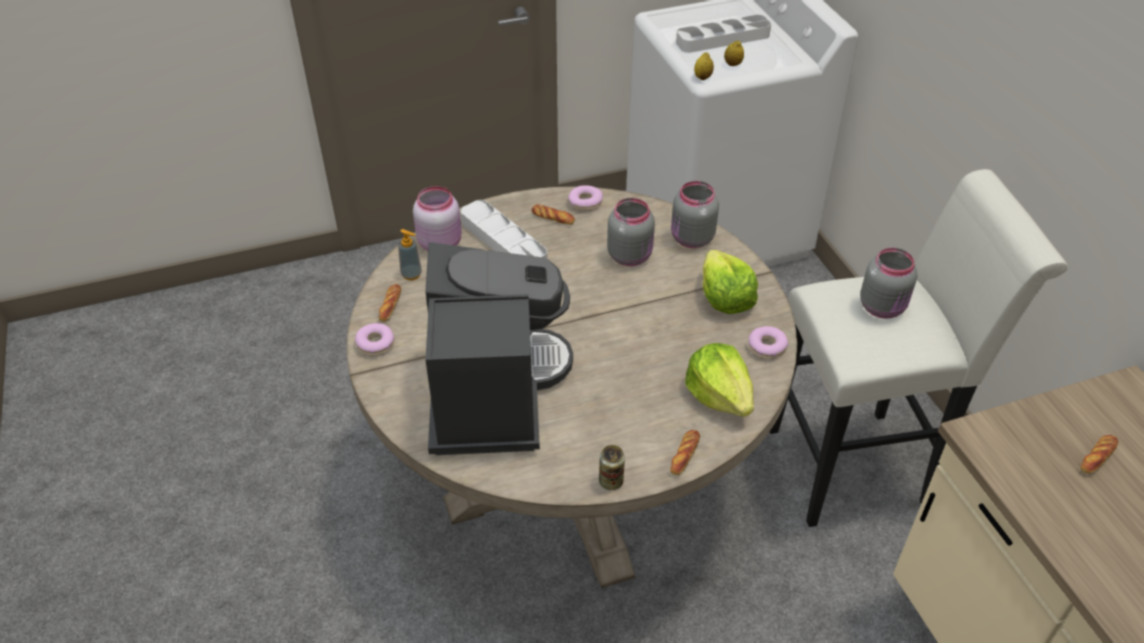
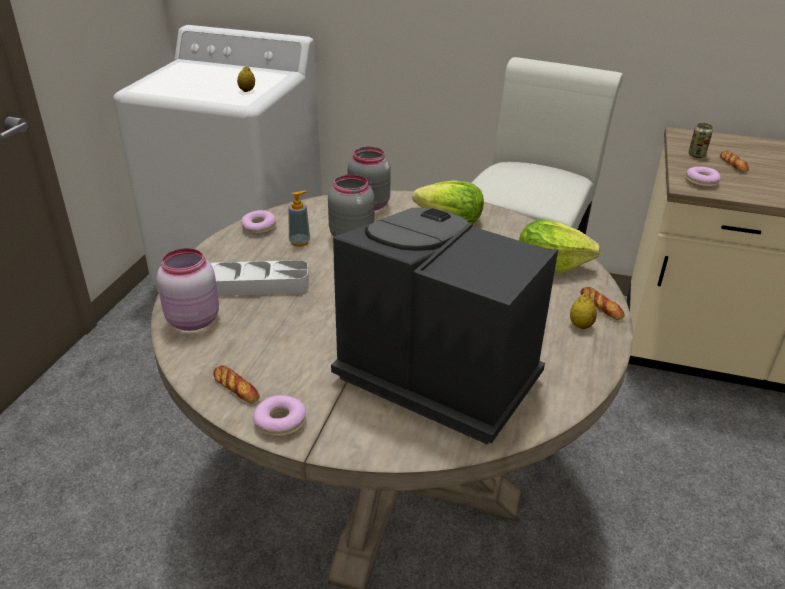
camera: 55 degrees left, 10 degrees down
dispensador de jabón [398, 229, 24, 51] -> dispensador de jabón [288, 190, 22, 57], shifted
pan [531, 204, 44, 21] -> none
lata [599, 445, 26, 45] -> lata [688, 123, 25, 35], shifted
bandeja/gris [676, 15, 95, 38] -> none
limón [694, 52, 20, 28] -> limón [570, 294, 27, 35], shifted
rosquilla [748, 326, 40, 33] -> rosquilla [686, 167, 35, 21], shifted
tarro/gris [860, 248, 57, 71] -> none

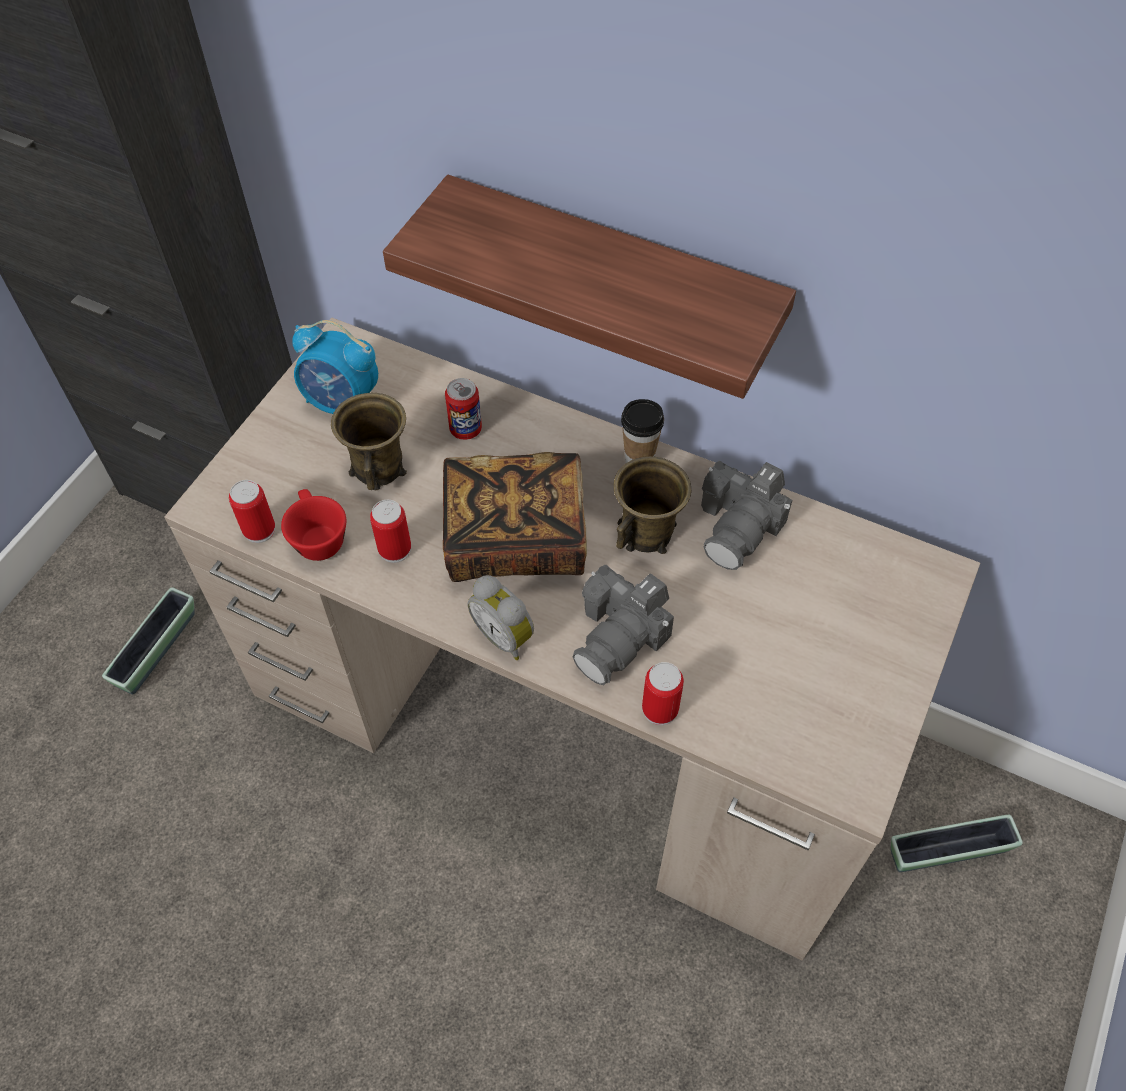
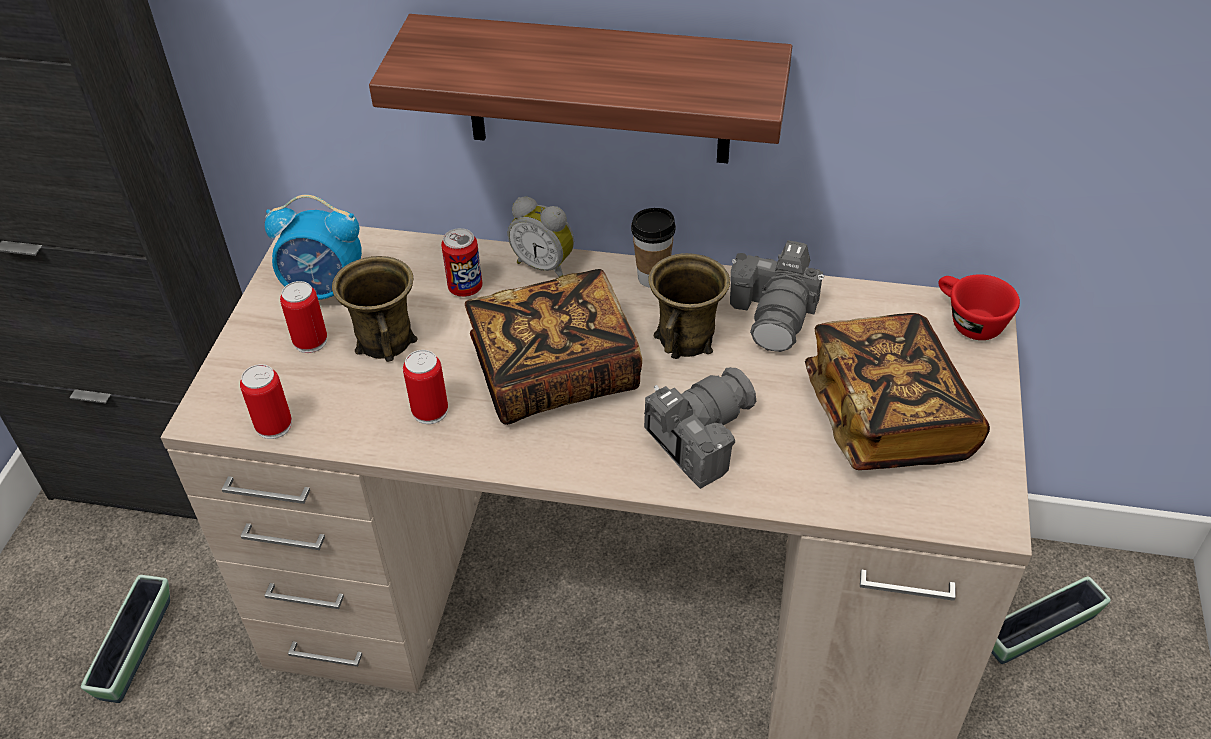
camera: 15 degrees left, 10 degrees down
taza/rojo [281, 489, 65, 72] -> taza/rojo [938, 274, 82, 66], shifted
despertador [468, 575, 66, 85] -> despertador [508, 197, 66, 80], shifted
cámara [573, 565, 101, 120] -> cámara [644, 367, 112, 122], 150 degrees counterclockwise
lata [642, 662, 42, 63] -> lata [280, 281, 47, 72], shifted
none -> libro [805, 313, 185, 157]

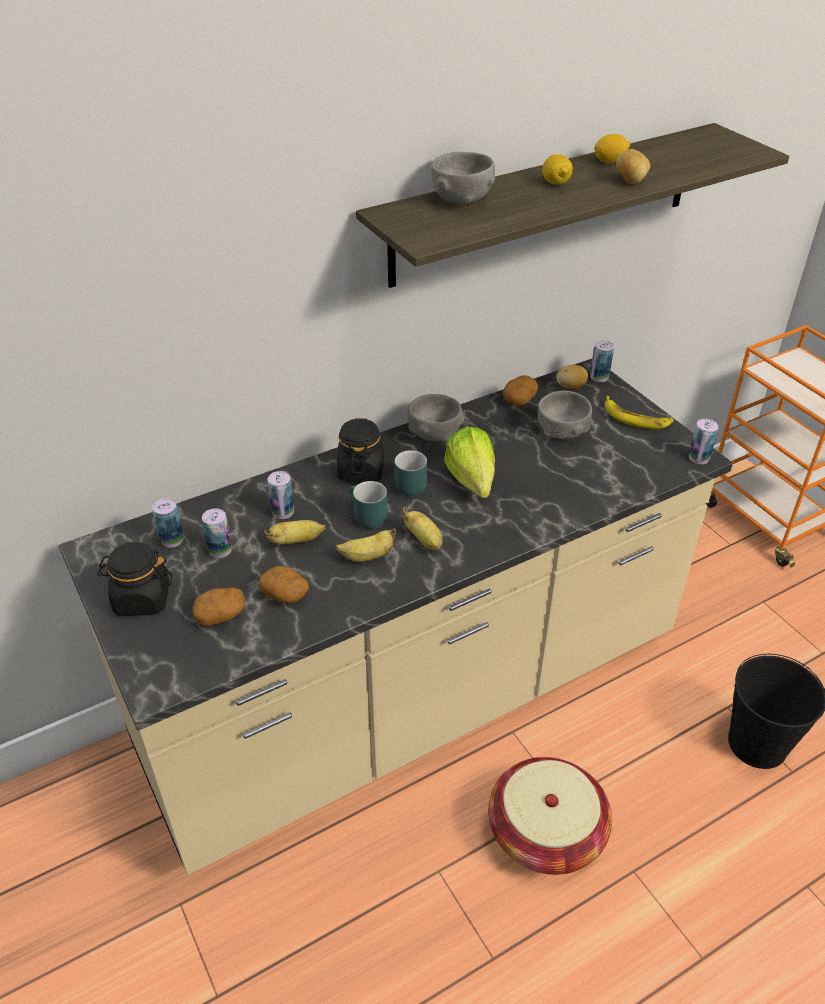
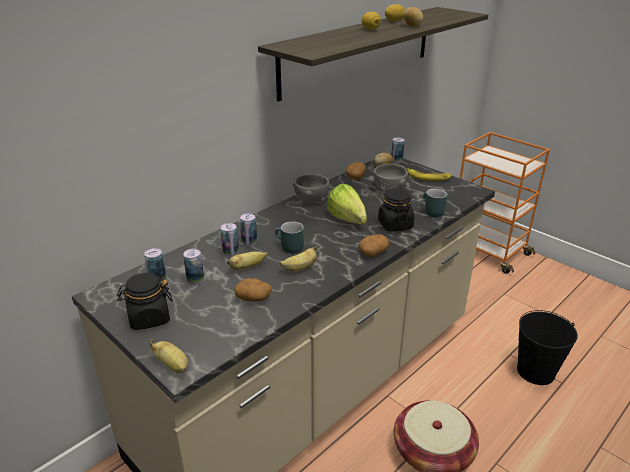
camera: 15 degrees left, 10 degrees down
patata [192, 588, 53, 38] -> patata [358, 234, 31, 23], shifted
tarro/negro [337, 418, 47, 65] -> tarro/negro [378, 188, 36, 44], shifted
taza grande/turquesa [394, 450, 33, 47] -> taza grande/turquesa [423, 189, 25, 28], shifted
plátano [402, 507, 41, 43] -> plátano [149, 339, 40, 34], shifted
cuenco/gris [431, 152, 64, 52] -> none
lata [689, 419, 30, 45] -> lata [240, 213, 17, 34], shifted

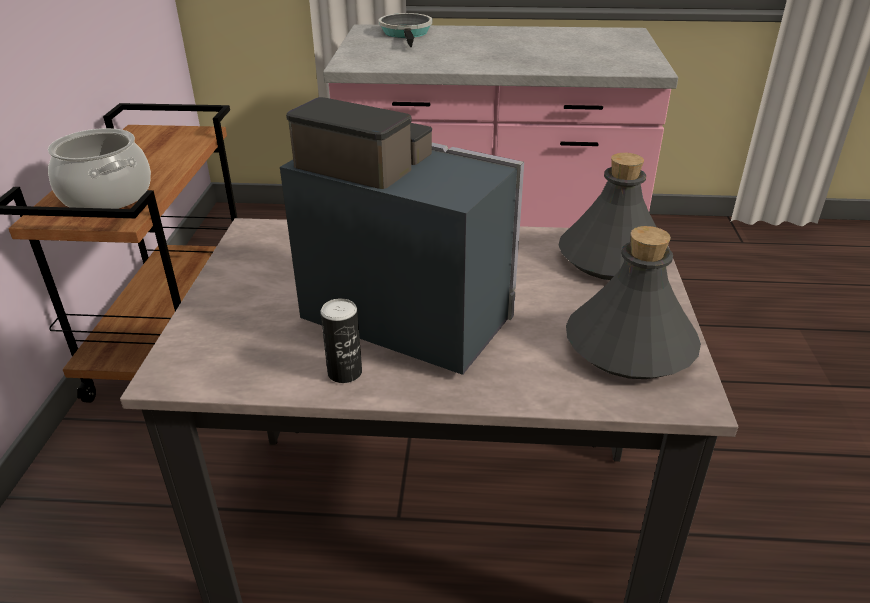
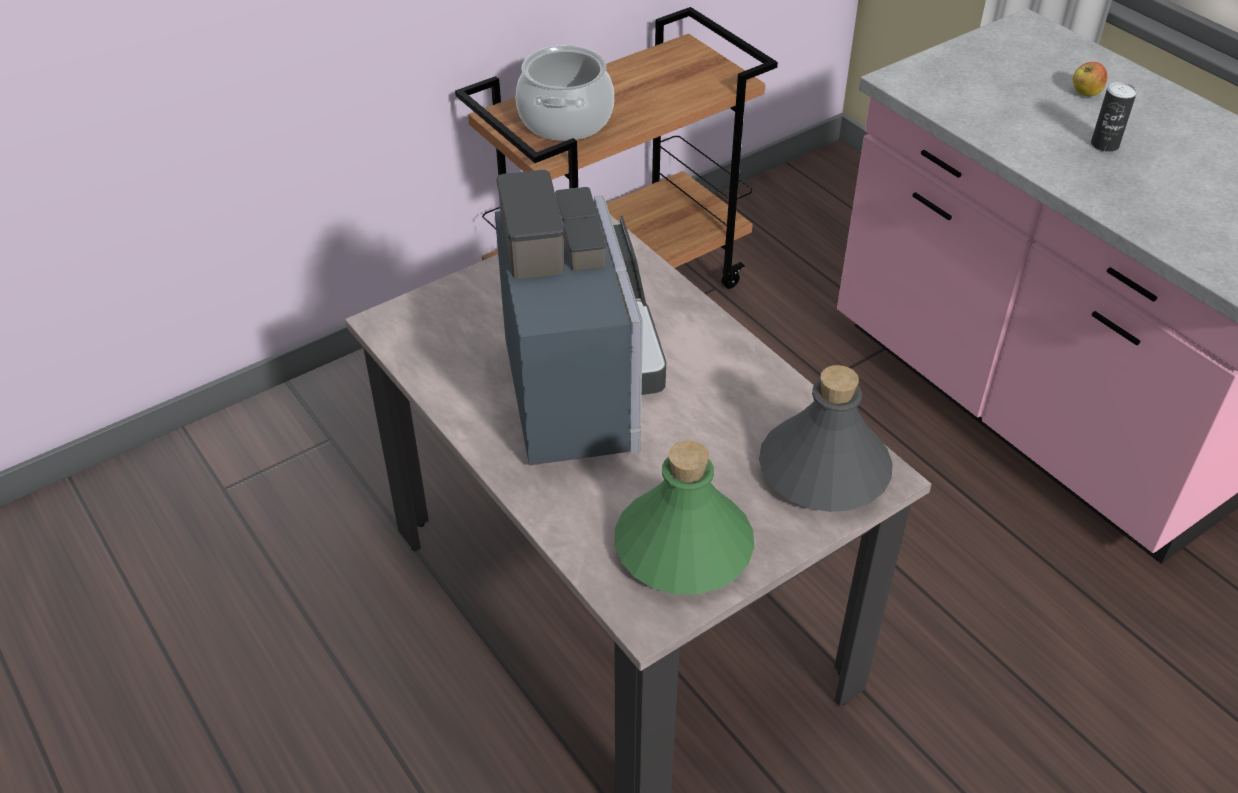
camera: 50 degrees right, 10 degrees up
lata [321, 298, 41, 85] -> lata [1091, 82, 46, 70], shifted
sartén [379, 13, 53, 34] -> none
botella/gris [566, 226, 135, 153] -> botella/verde [614, 441, 140, 153]
none -> manzana [1073, 62, 35, 34]

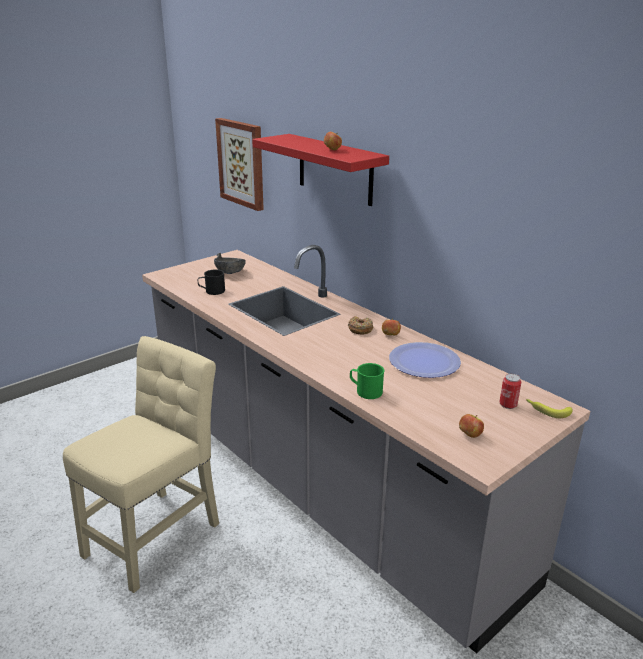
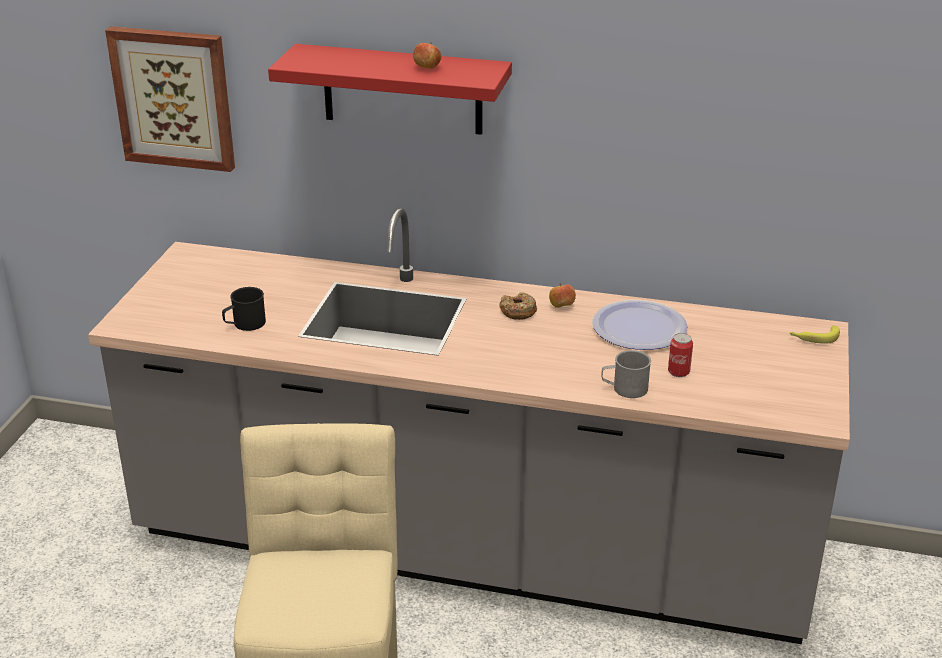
camera: 35 degrees left, 5 degrees up
cuenco/gris [214, 253, 32, 21] -> none
taza grande/verde [350, 363, 34, 36] -> taza grande/gris [602, 350, 49, 48]
manzana [459, 414, 25, 24] -> none
lata [499, 374, 22, 35] -> lata [668, 333, 25, 44], shifted

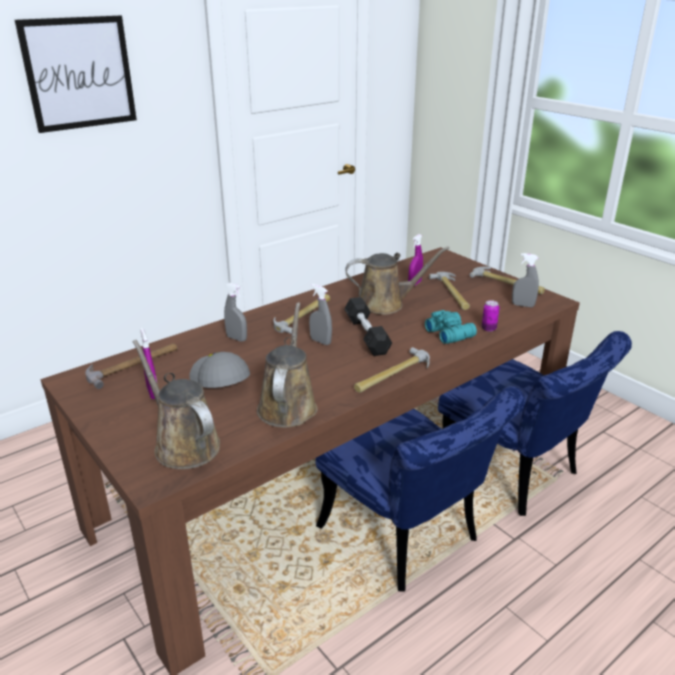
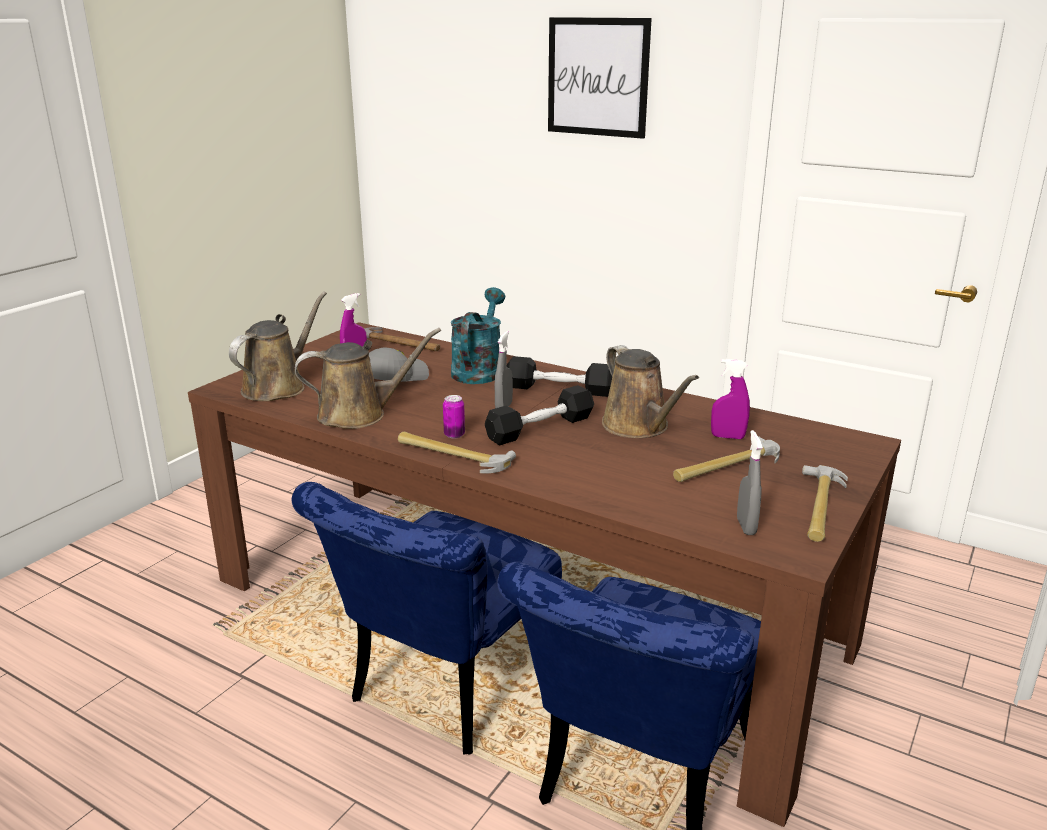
camera: 70 degrees right, 5 degrees down
pulverizador/gris [224, 283, 23, 58] -> regadera/turquesa [451, 287, 54, 97]
martillo [273, 294, 57, 40] -> mancuerna/negro [506, 356, 106, 41]
prismáticos/turquesa [425, 310, 52, 34] -> none
lata [482, 300, 17, 32] -> lata [443, 395, 22, 43], shifted

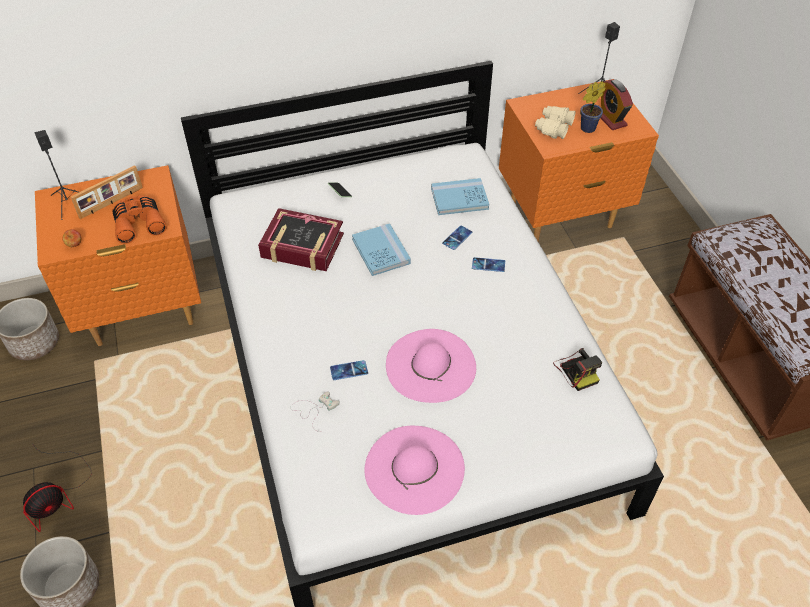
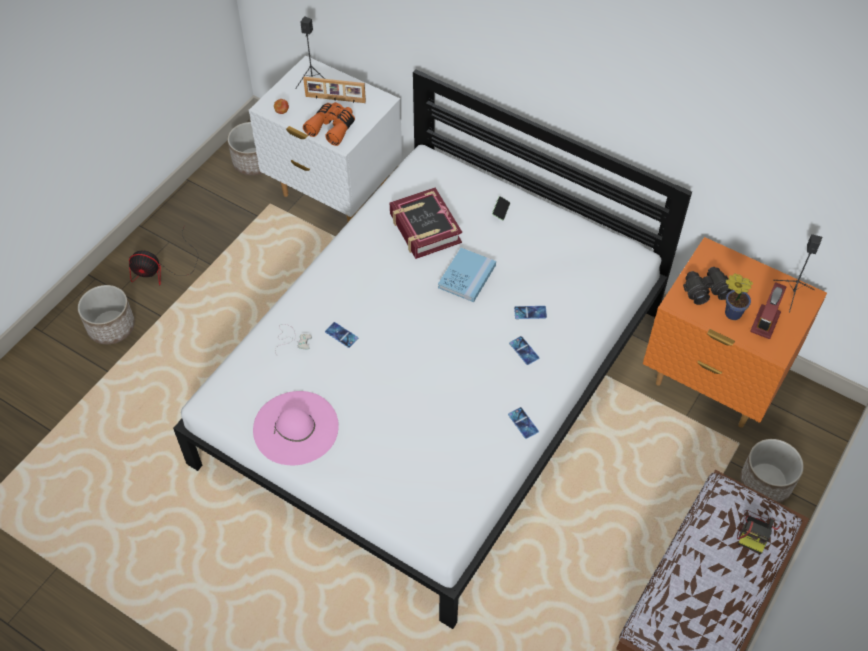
camera: 50 degrees right, 5 degrees up
mesita de noche/naranja [35, 165, 166, 181] -> mesita de noche/blanco [249, 55, 153, 167]
sombrero/rosa [386, 329, 90, 74] -> none
libro/azul [431, 178, 59, 37] -> none
prismáticos/beis [535, 106, 41, 33] -> prismáticos/negro [683, 267, 49, 38]
cámara [553, 348, 50, 43] -> cámara [737, 510, 44, 44], shifted
none -> móvil [508, 407, 31, 32]
none -> maceta [741, 439, 63, 64]

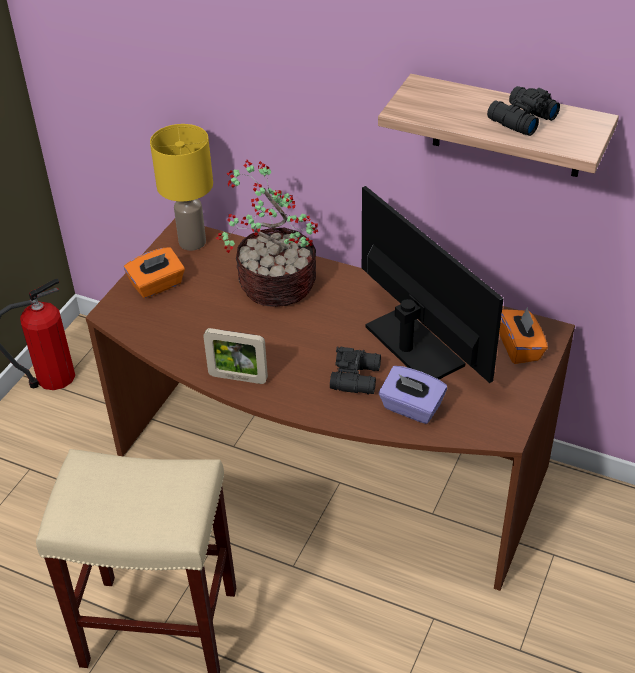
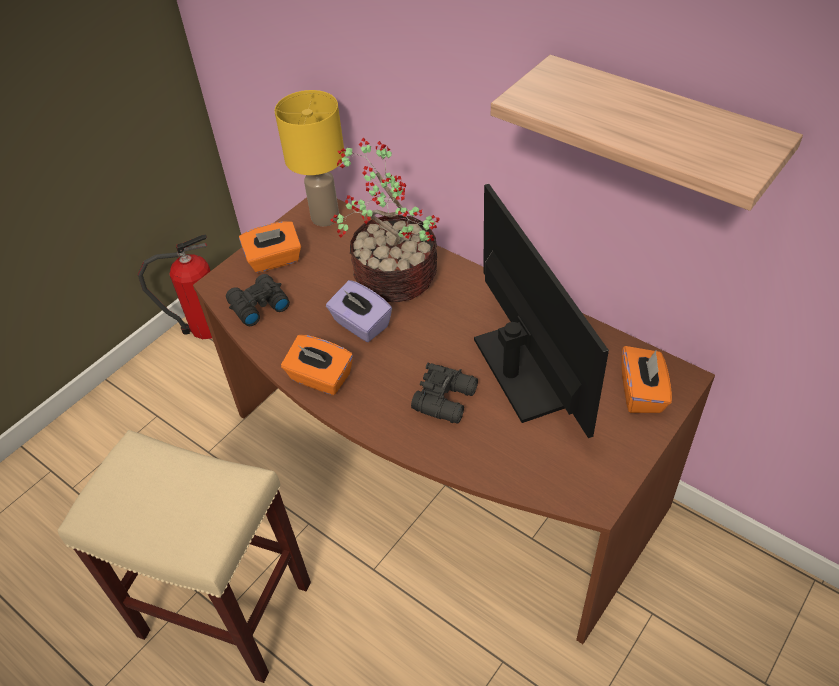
camera: 15 degrees right, 5 degrees up
portarretratos [203, 328, 65, 56] -> caja de pañuelos/naranja [281, 335, 72, 60]
caja de pañuelos/morado [379, 366, 68, 58] -> caja de pañuelos/morado [326, 280, 66, 62], shifted
prismáticos/negro [487, 86, 73, 50] -> prismáticos/negro [226, 274, 64, 52], shifted

